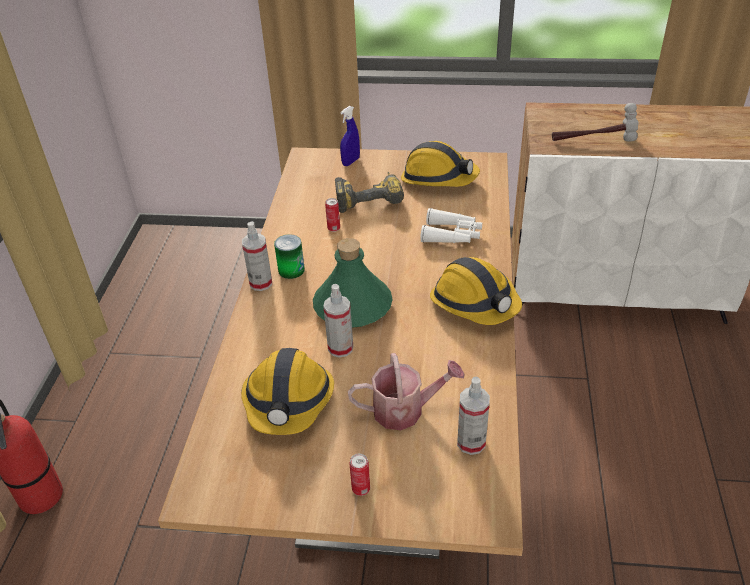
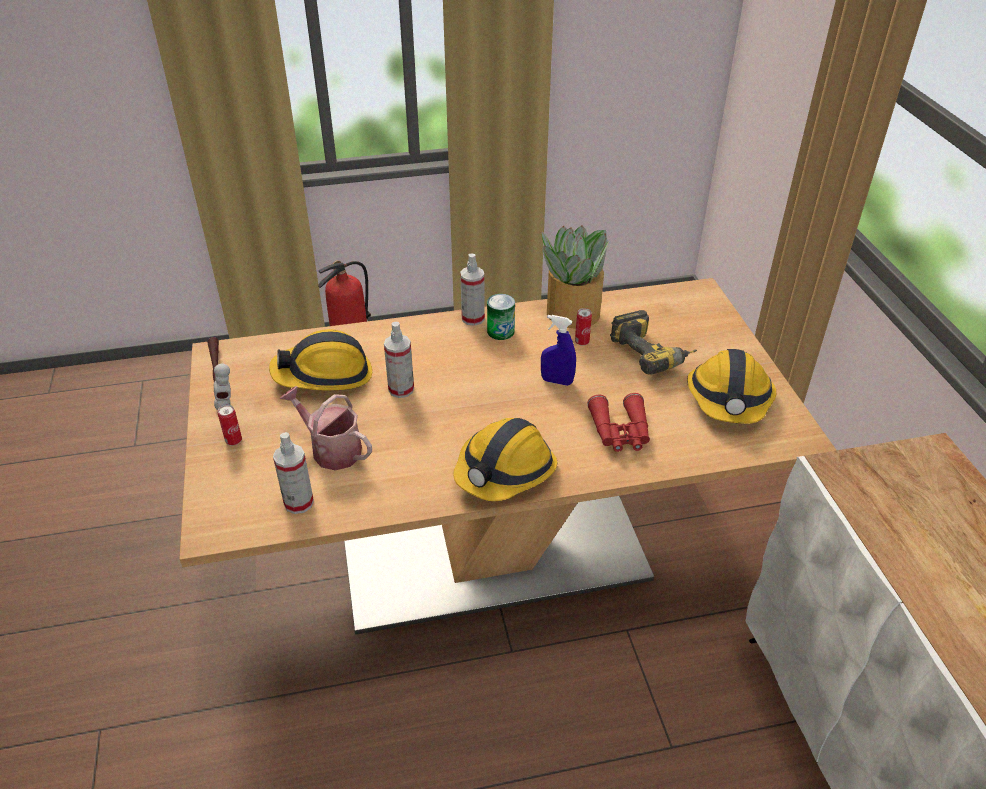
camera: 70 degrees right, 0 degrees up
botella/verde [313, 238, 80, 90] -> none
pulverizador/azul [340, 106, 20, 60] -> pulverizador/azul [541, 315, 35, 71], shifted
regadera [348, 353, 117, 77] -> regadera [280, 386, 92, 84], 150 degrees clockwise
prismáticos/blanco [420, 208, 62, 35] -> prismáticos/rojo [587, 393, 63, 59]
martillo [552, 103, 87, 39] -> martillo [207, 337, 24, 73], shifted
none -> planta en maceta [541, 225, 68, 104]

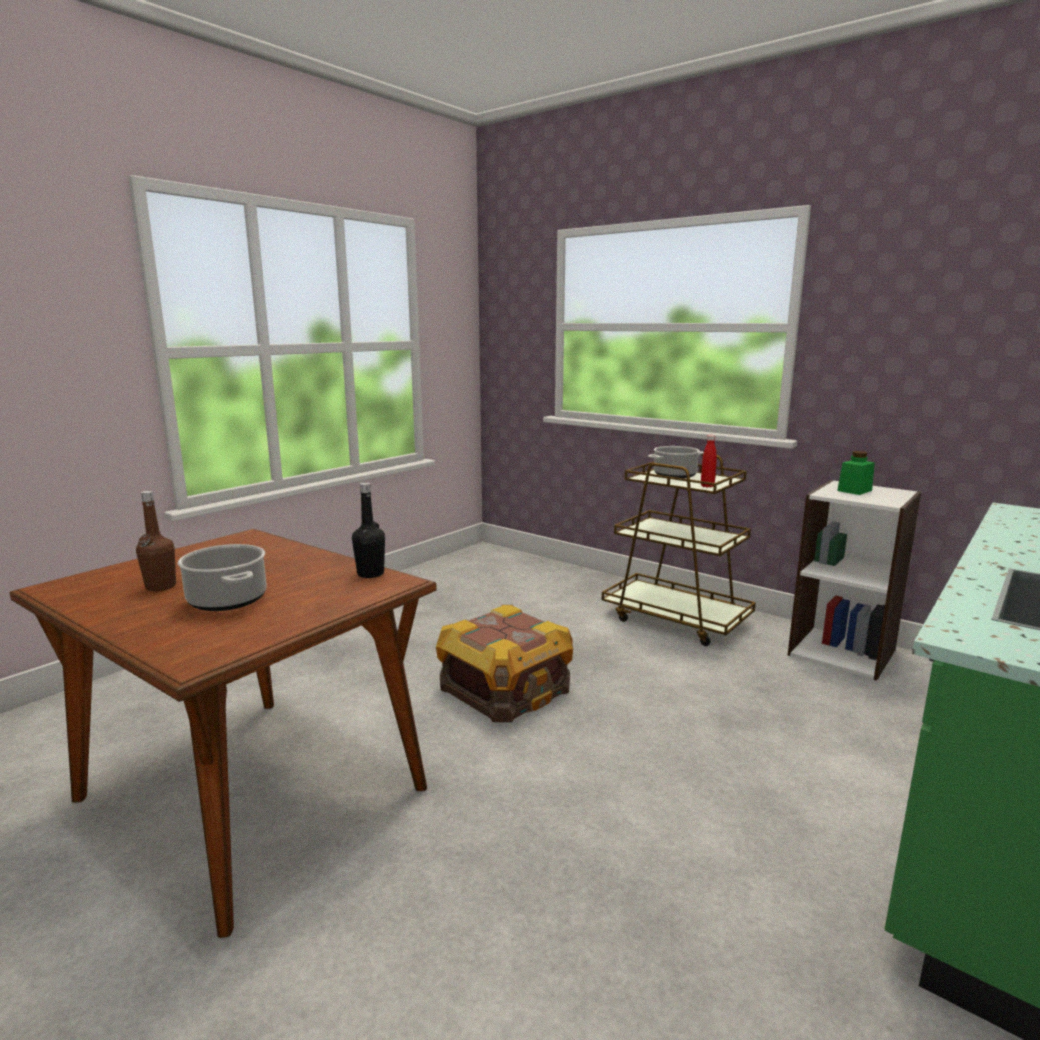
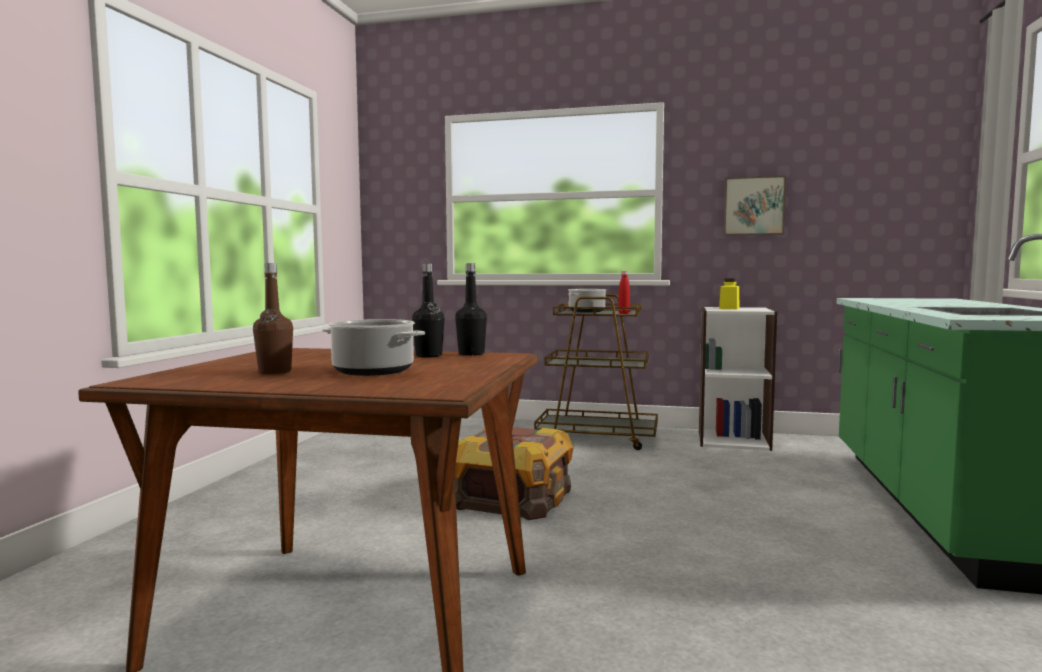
camera: 25 degrees left, 10 degrees down
tarro/verde [837, 451, 38, 44] -> tarro/amarillo [719, 278, 20, 31]
none -> botella/negro [412, 263, 32, 94]
none -> cuadro [723, 176, 63, 59]

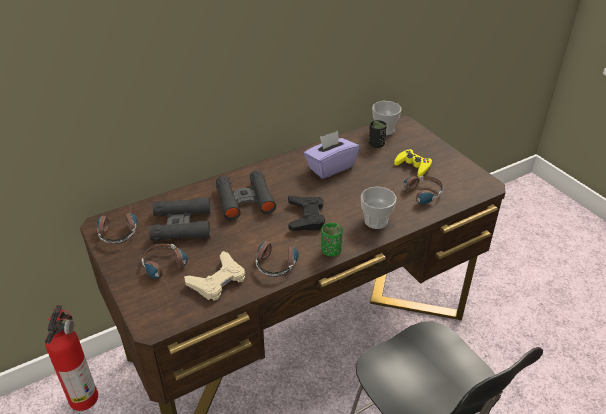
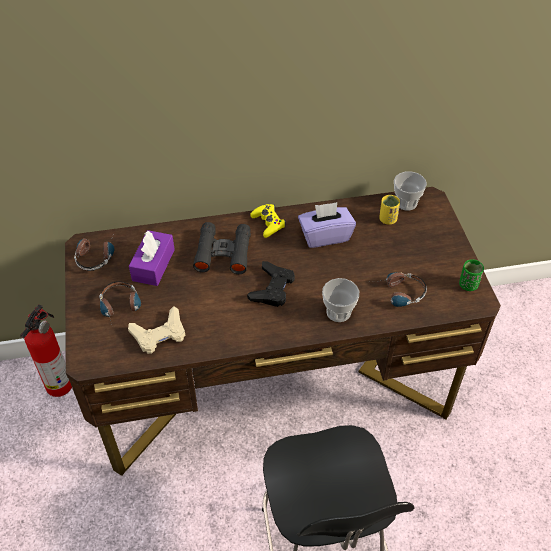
camera: 20 degrees right, 10 degrees up
prismáticos/negro [149, 197, 62, 44] -> caja de pañuelos/morado [129, 230, 46, 56]
auriculares [256, 239, 43, 38] -> none
taza/verde [321, 223, 22, 33] -> taza/verde [459, 259, 25, 32], shifted
taza/negro [369, 120, 18, 28] -> taza/amarillo [379, 195, 21, 30]
mando de consola/amarillo [394, 149, 38, 28] -> mando de consola/amarillo [250, 204, 36, 34], shifted

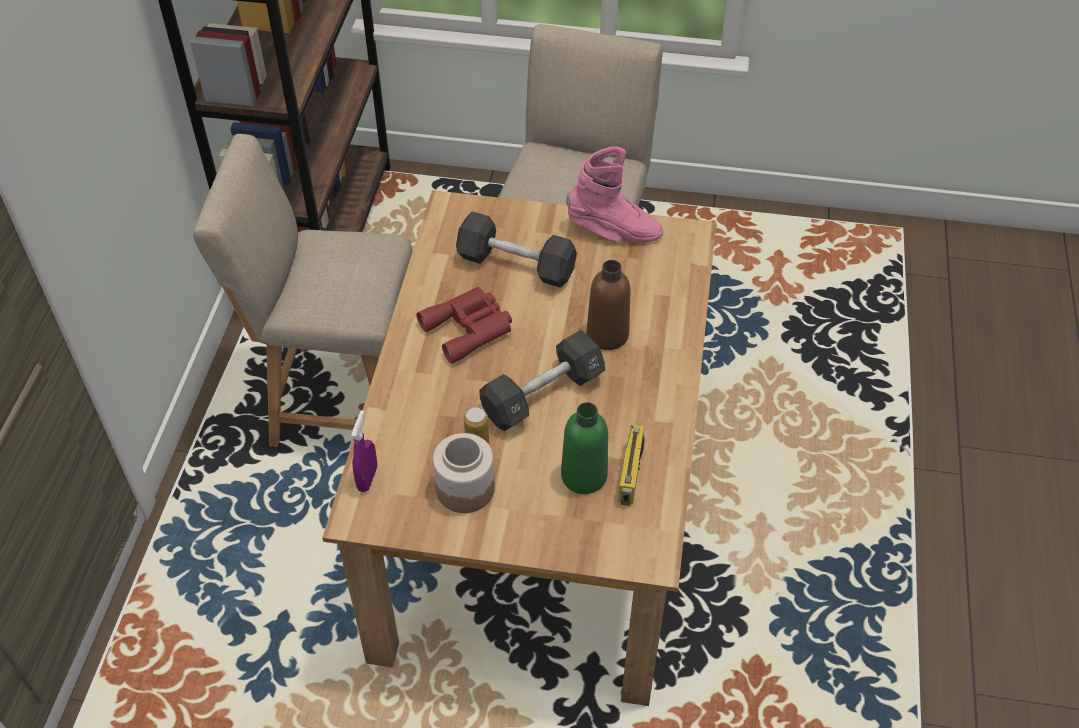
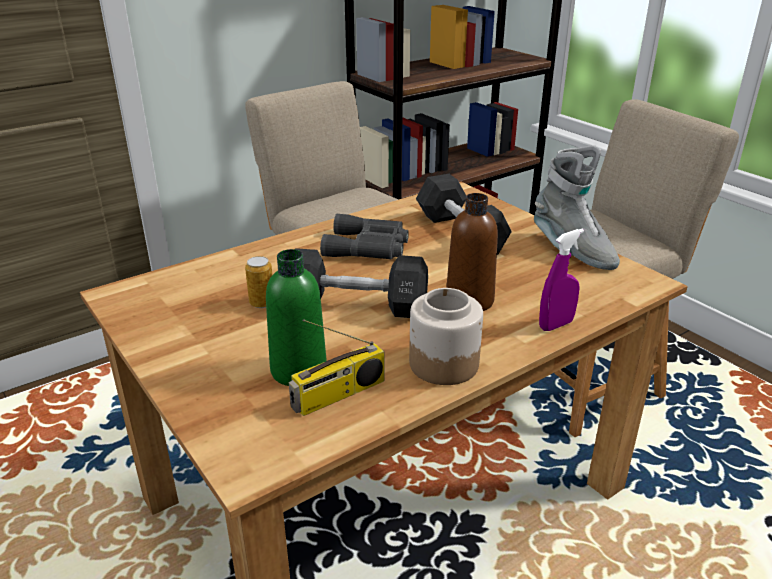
camera: 45 degrees right, 20 degrees down
pulverizador/morado [351, 410, 26, 82] -> pulverizador/morado [539, 229, 45, 102], shifted
prismáticos/rojo [416, 287, 96, 77] -> prismáticos/gris [320, 214, 89, 45]
tarro [433, 433, 62, 80] -> tarro [409, 288, 74, 97], shifted
bota/rosa [566, 146, 98, 97] -> bota/gris [534, 145, 86, 125]

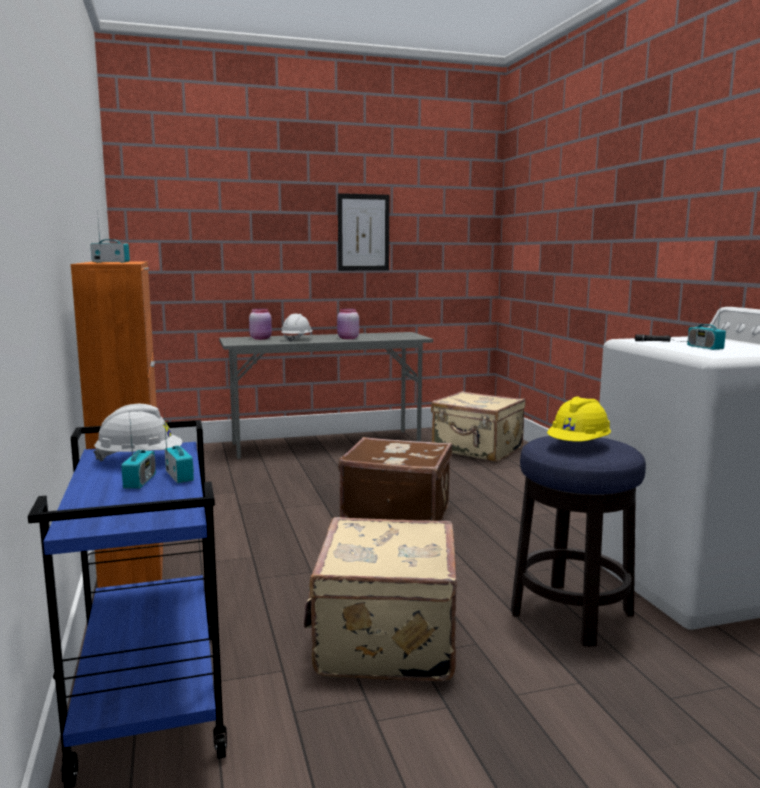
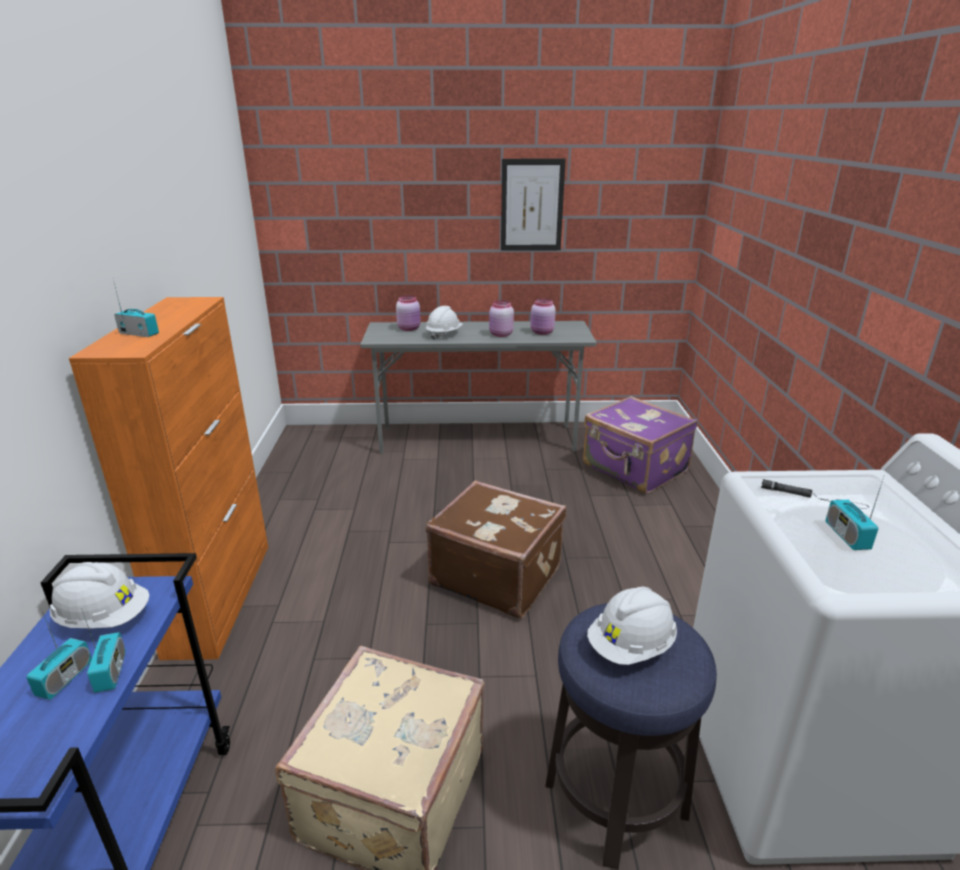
camera: 15 degrees right, 15 degrees up
maleta/beis [431, 391, 95, 71] -> maleta/morado [583, 396, 114, 98]
casco/amarillo [547, 396, 64, 46] -> casco/blanco [587, 587, 90, 78]
none -> tarro/rosa [531, 299, 25, 36]

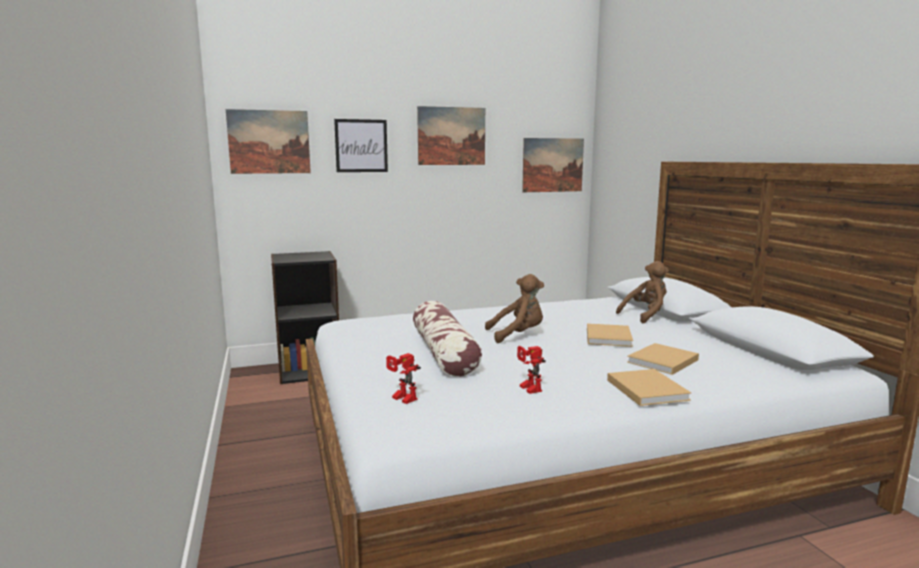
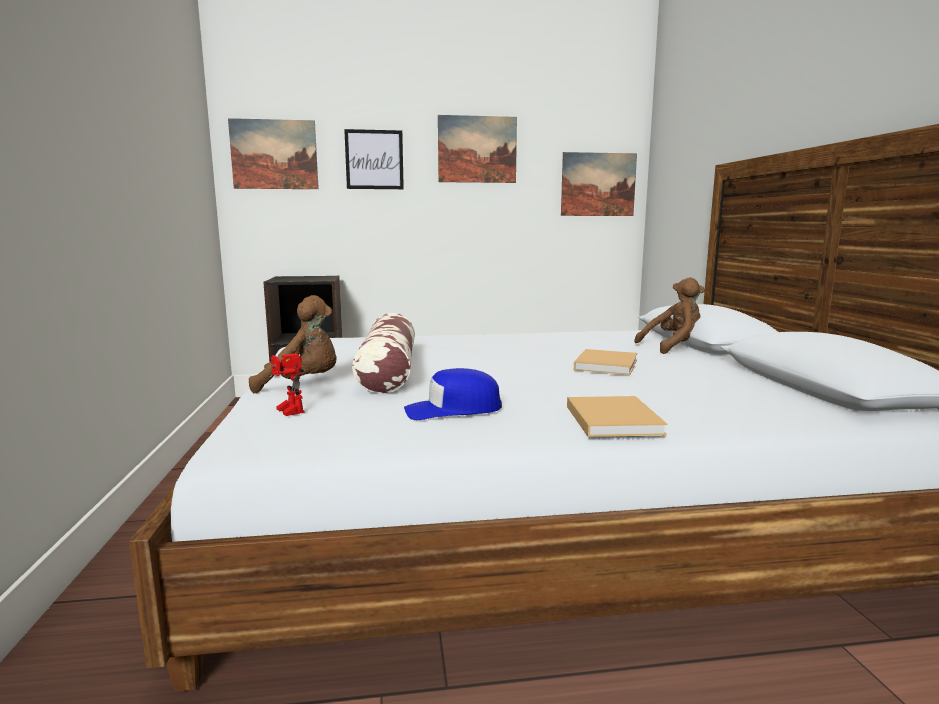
camera: 10 degrees right, 0 degrees up
peluche/marrón [485, 274, 59, 69] -> peluche/marrón [249, 295, 88, 98], shifted
robot de juguete [517, 346, 29, 48] -> gorra/azul [404, 368, 98, 52]
libro/beis [627, 343, 72, 32] -> none

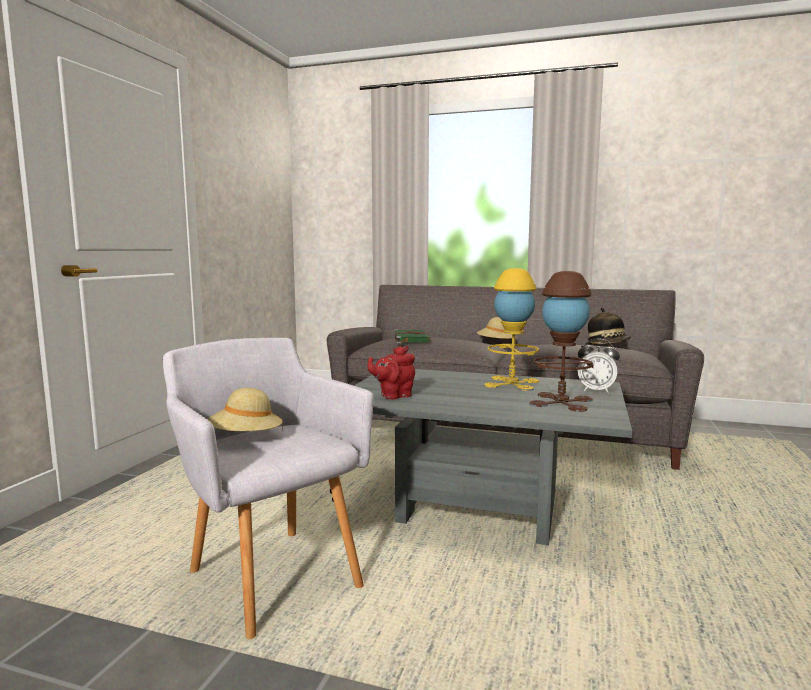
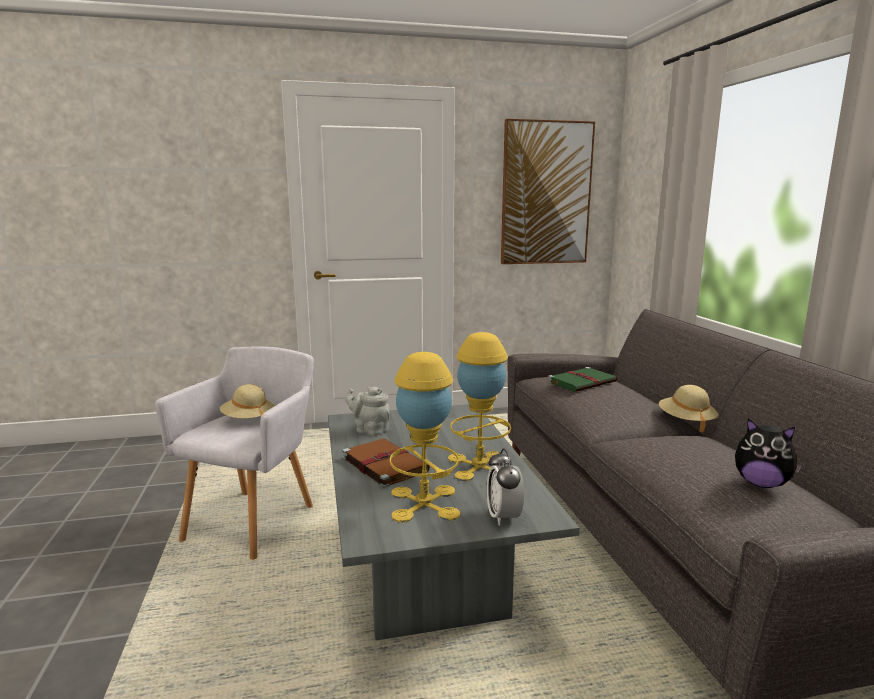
camera: 60 degrees right, 5 degrees up
tetera/rojo [367, 346, 48, 53] -> tetera/gris [345, 387, 45, 49]
lámpara de mesa/marrón [529, 271, 65, 141] -> lámpara de mesa/amarillo [390, 352, 70, 170]
sombrero [586, 308, 45, 37] -> peluche [735, 418, 67, 70]
none -> libro/marrón [342, 439, 88, 49]
none -> cuadro [501, 119, 94, 145]

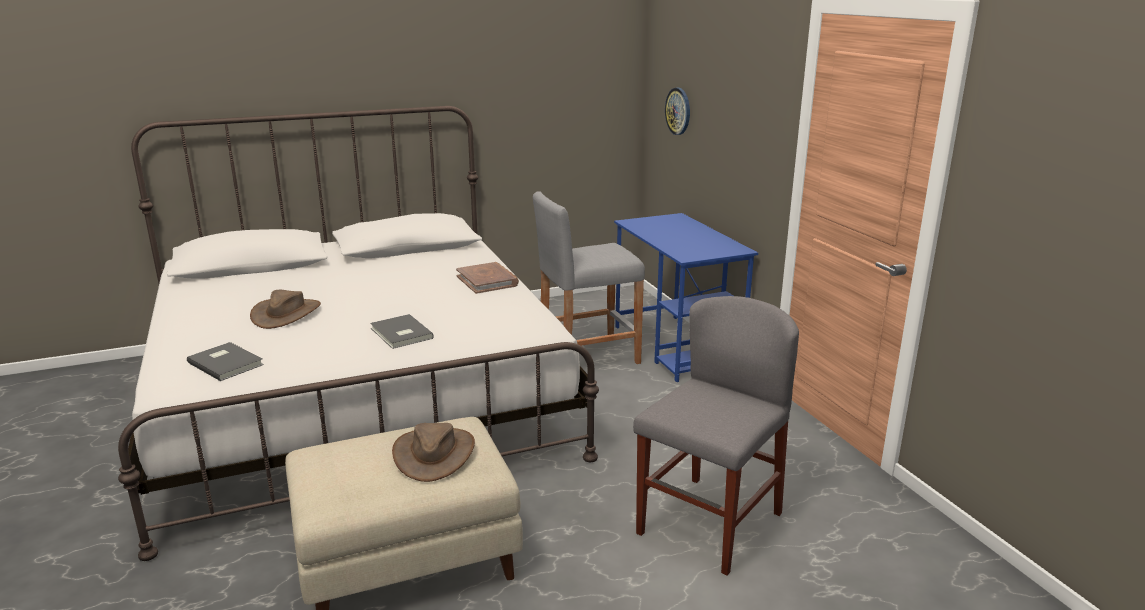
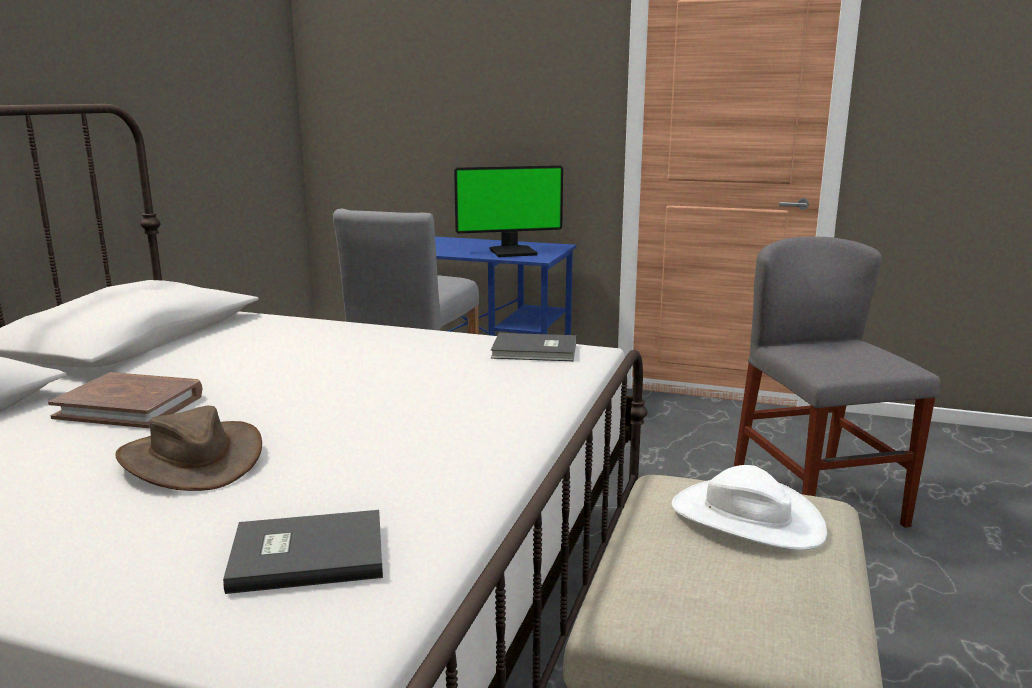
camera: 50 degrees left, 5 degrees down
libro/gris [370, 314, 64, 35] -> libro/gris [491, 333, 85, 28], shifted
sombrero/marrón [392, 423, 83, 59] -> sombrero/blanco [672, 465, 155, 85]
libro/marrón [456, 262, 63, 32] -> libro/marrón [48, 372, 154, 56], shifted
reloj de pared [665, 88, 25, 47] -> none
none -> monitor [454, 165, 109, 92]

